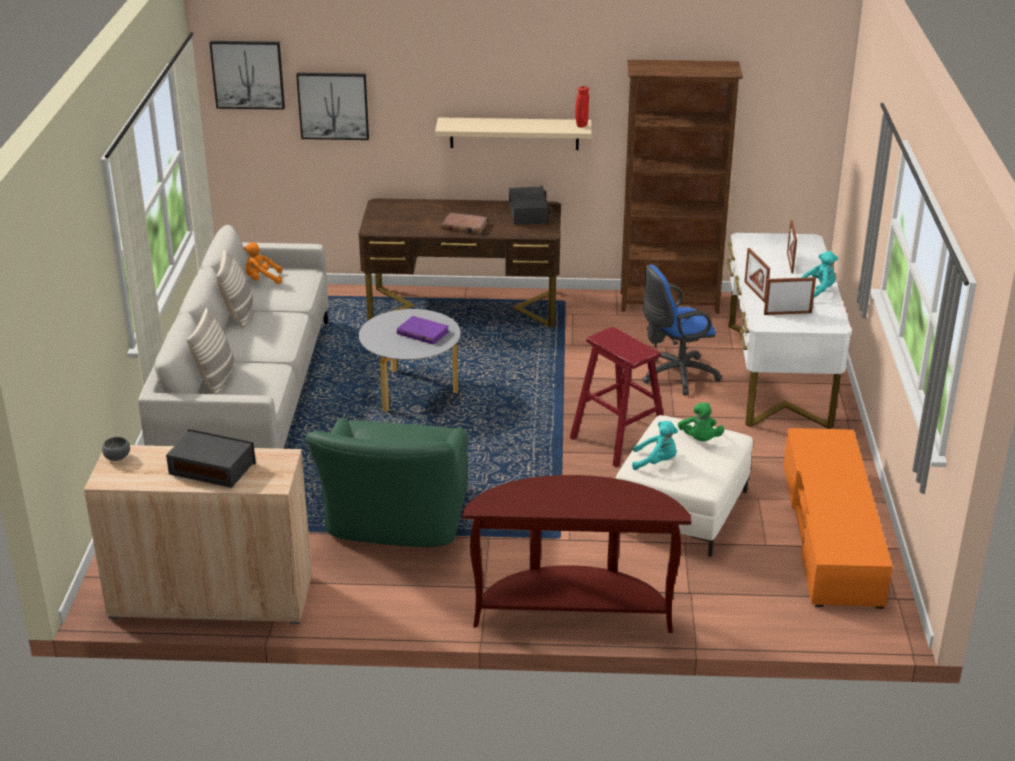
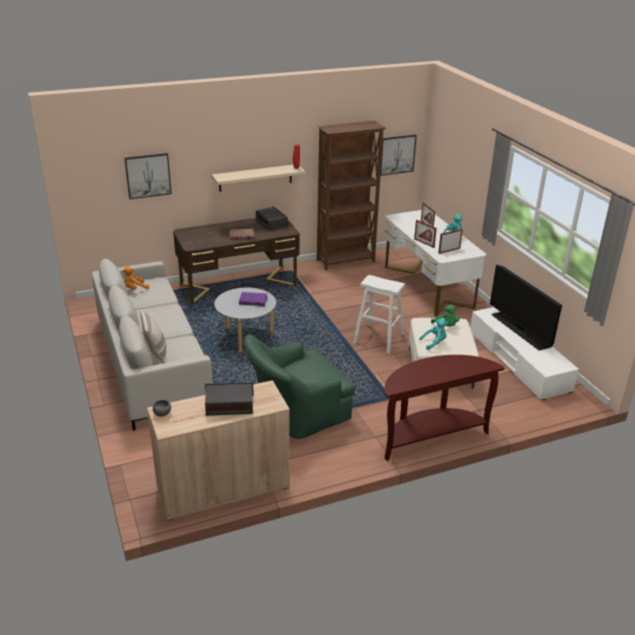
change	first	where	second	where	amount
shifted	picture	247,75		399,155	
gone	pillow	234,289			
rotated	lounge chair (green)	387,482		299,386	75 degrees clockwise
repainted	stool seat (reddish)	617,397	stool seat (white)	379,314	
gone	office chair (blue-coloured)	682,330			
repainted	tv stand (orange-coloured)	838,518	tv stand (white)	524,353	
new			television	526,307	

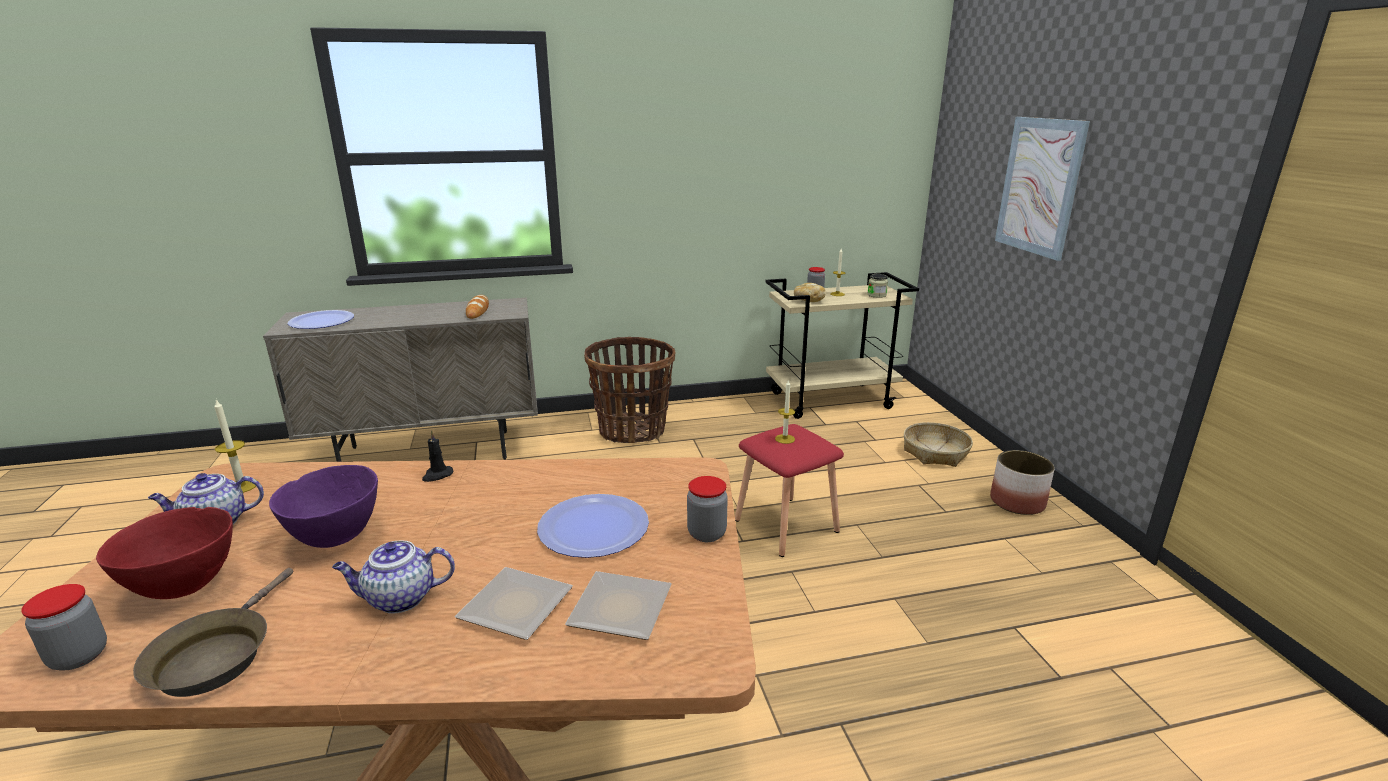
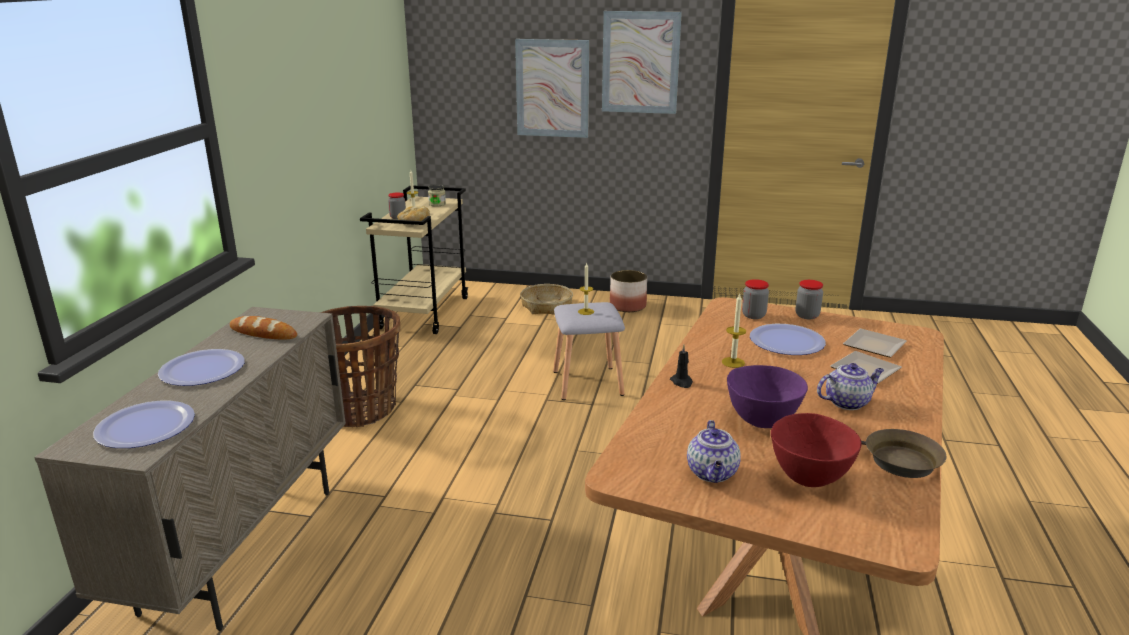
change	first	where	second	where	amount
shifted	preserve jar	64,627		755,299	
shifted	wax candle	236,446		734,331	
rotated	teapot	393,577		850,386	120 degrees counterclockwise
repainted	stool seat (reddish)	789,490	stool seat (grey)	589,351	
new			plate	201,367	
new			picture	642,62	

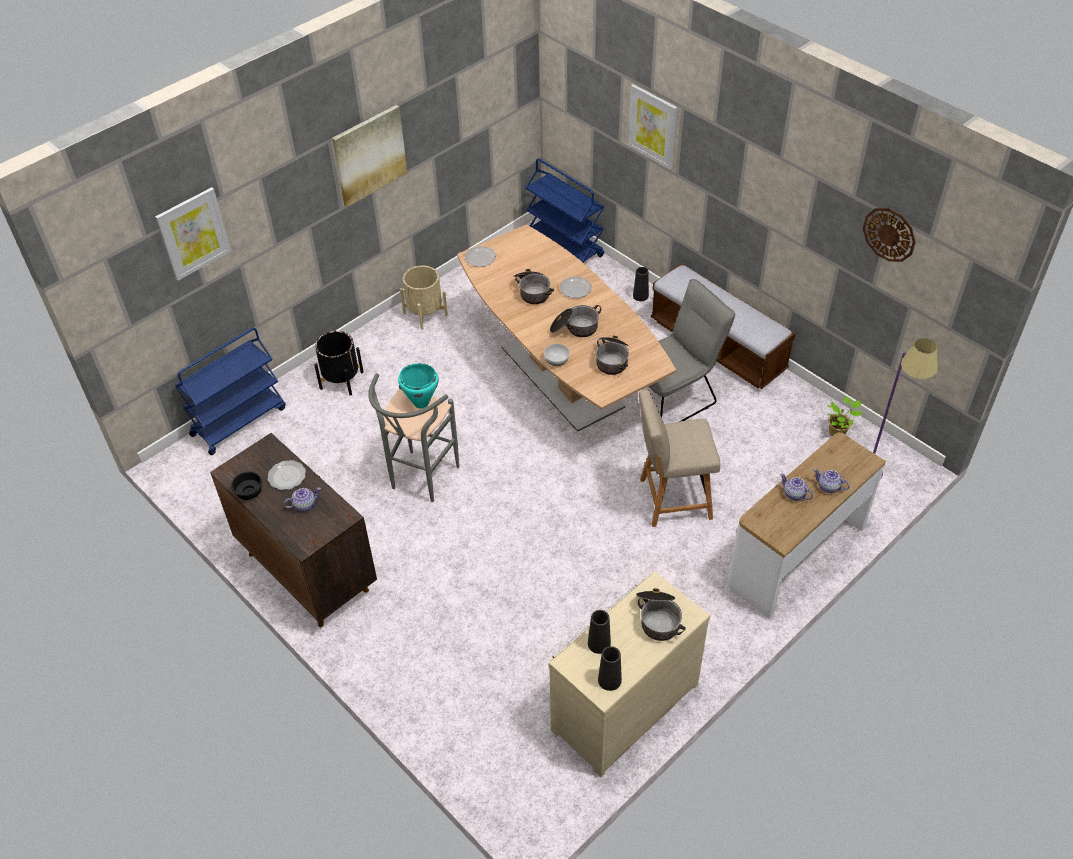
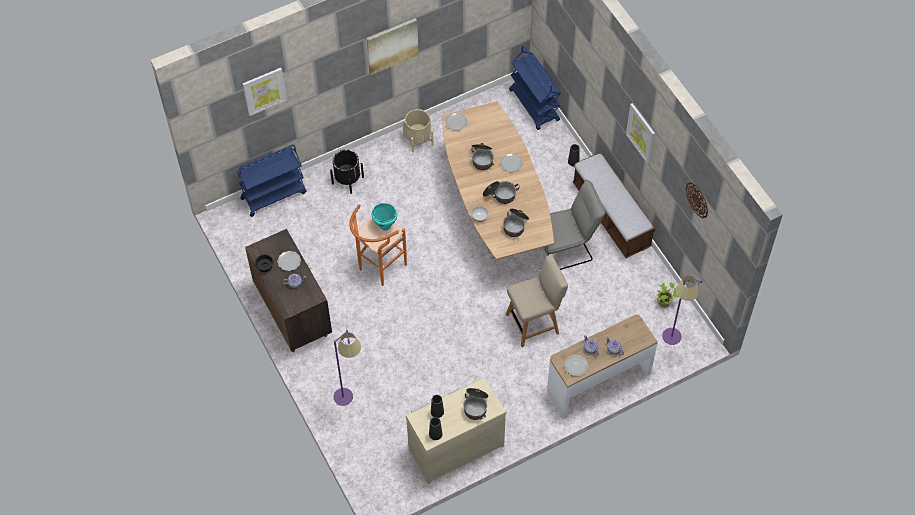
change	first	where	second	where	amount
repainted	stool seat (grey)	413,437	stool seat (orange-coloured)	378,245	
shifted	picture	652,126		640,133	
rotated	upright chair (beige)	679,458		537,300	150 degrees clockwise
new			floor lamp (purple)	347,368	
new			plate	576,365	

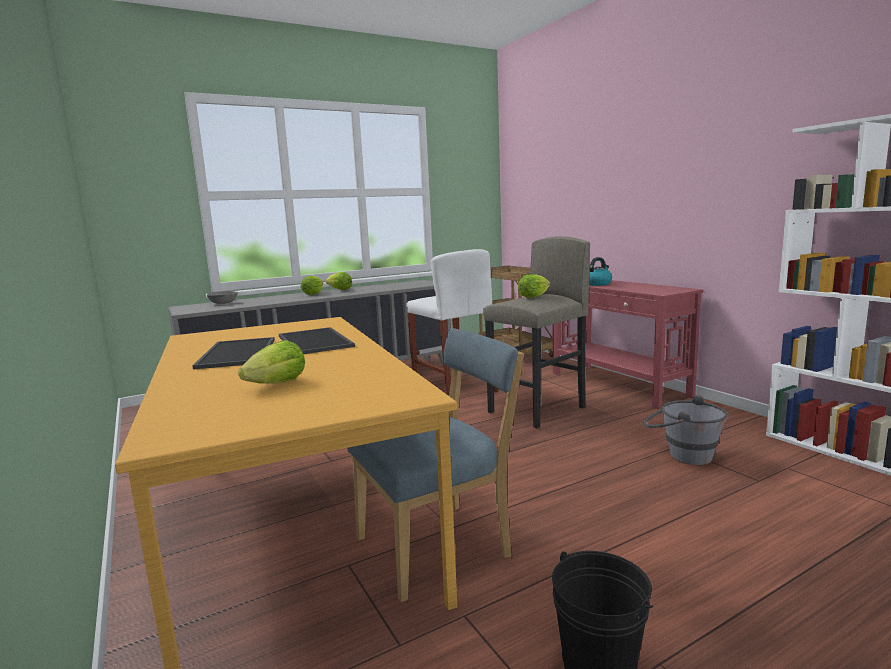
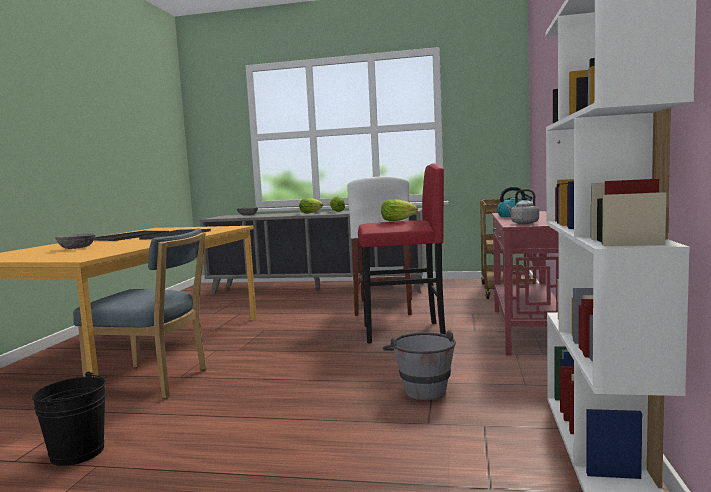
change	first	where	second	where	amount
swapped	lettuce head	271,362	serving bowl (grey)	75,241	
repainted	stool seat (grey)	536,332	stool seat (reddish)	402,253	
new			water kettle (grey)	522,206	

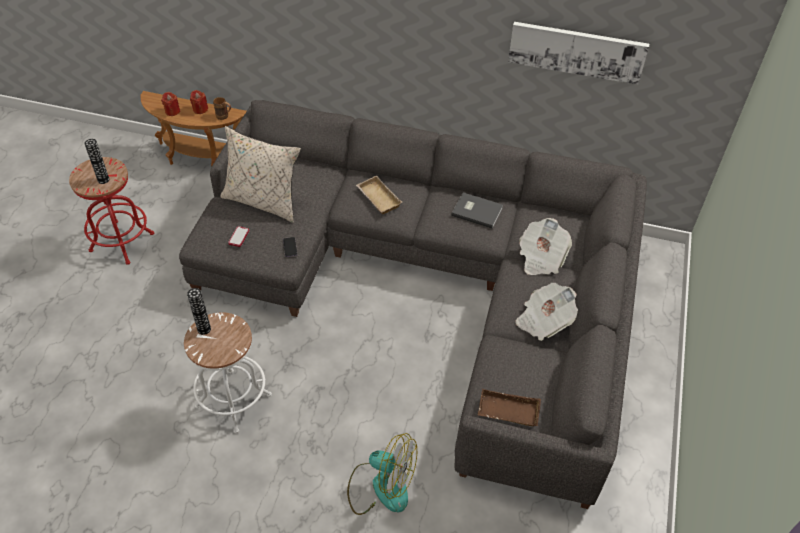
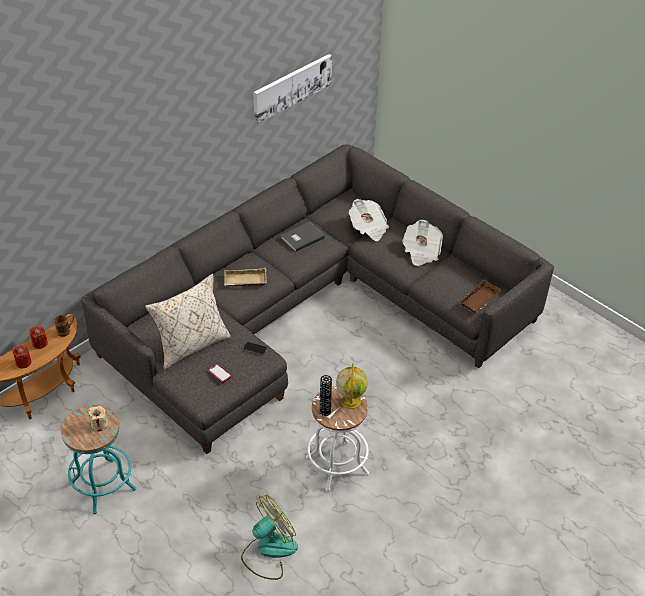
change	first	where	second	where	amount
repainted	stool seat (reddish)	111,211	stool seat (turquoise-coloured)	98,459	
swapped	vase	97,161	wax candle (beige)	98,418	
shifted	cooling fan	382,474		269,537	
new			desk globe	352,386	

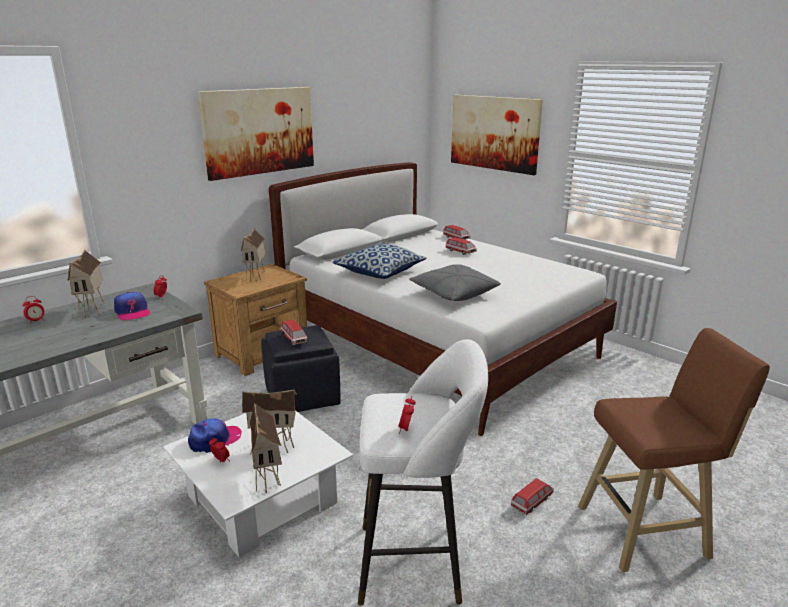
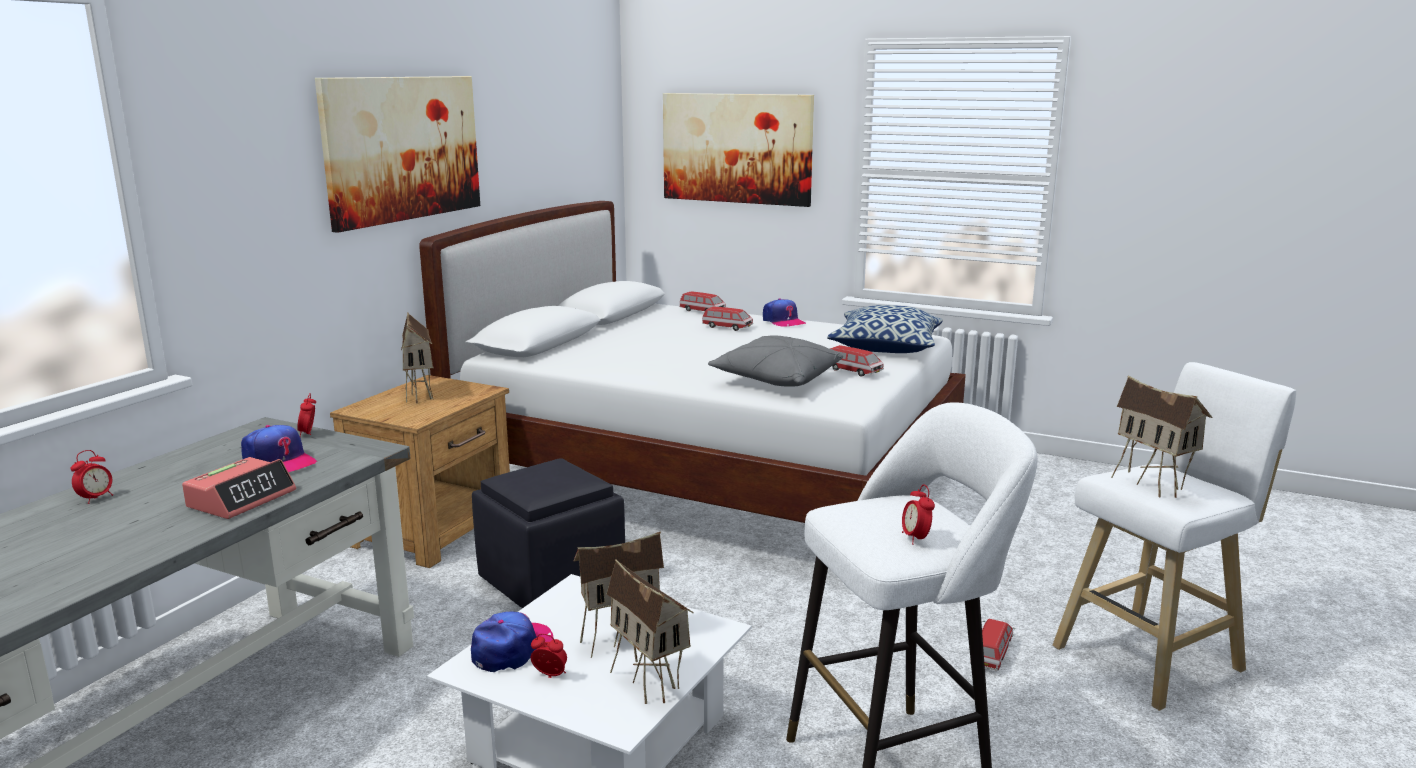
change	first	where	second	where	amount
shifted	miniature house	86,284		1162,437	
shifted	model car	294,332		857,361	
shifted	pillow	379,261		885,329	
repainted	stool seat (brownish)	674,450	stool seat (white)	1174,536	
new			bedside clock	239,488	
new			baseball cap	784,312	

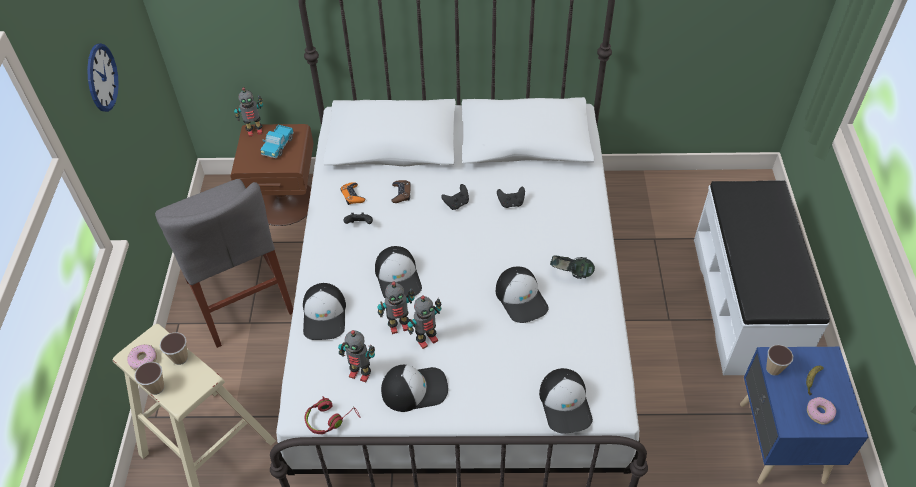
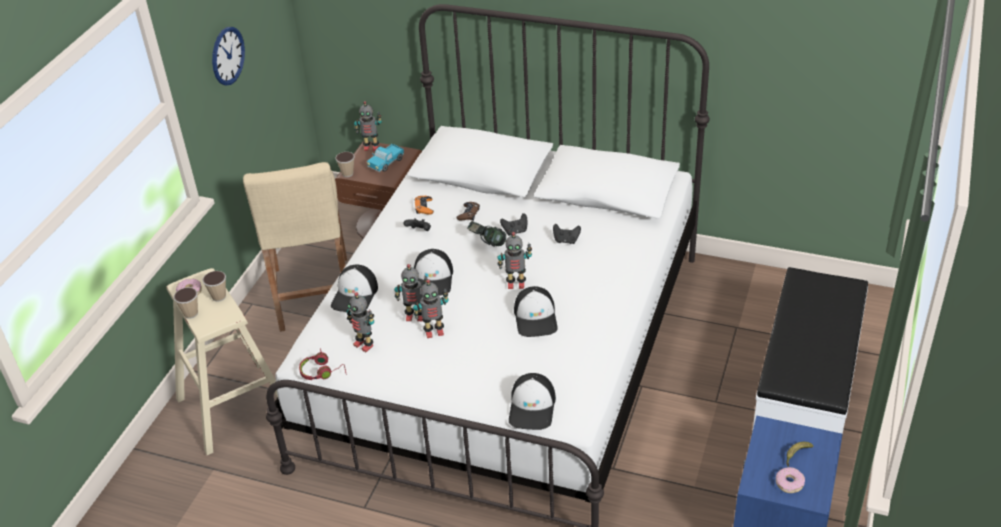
change	first	where	second	where	amount
swapped	upright chair (grey)	224,263	stool seat (beige)	295,247	
gone	baseball cap	414,388			
shifted	pair of headphones	572,267		486,234	
shifted	drinking cup	779,360		345,164	
new			robot figure	514,260	

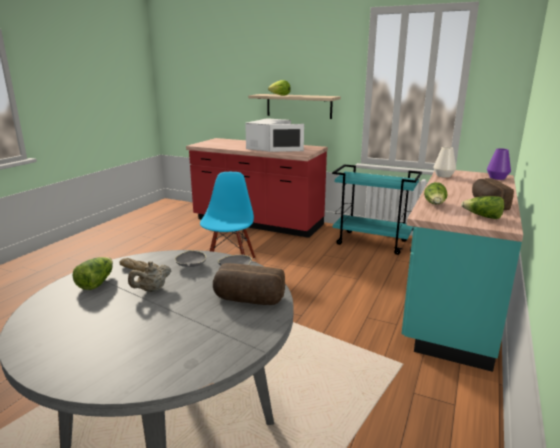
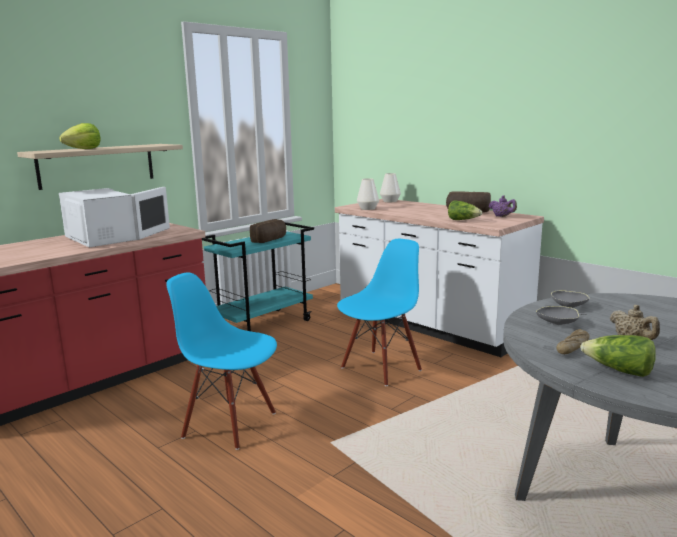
change	first	where	second	where	amount
shifted	baked bread	249,284		268,231	
repainted	counter (turquoise-coloured)	462,271	counter (white)	439,278	
swapped	lettuce head	482,207	teapot (purple)	503,206	
repainted	vase (purple)	499,164	vase (white)	390,187	
new			upright chair (blue-coloured)	379,312	

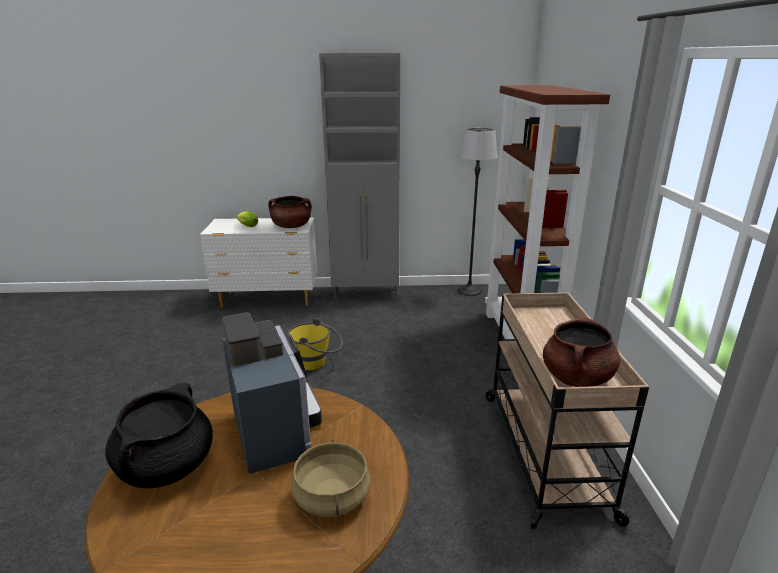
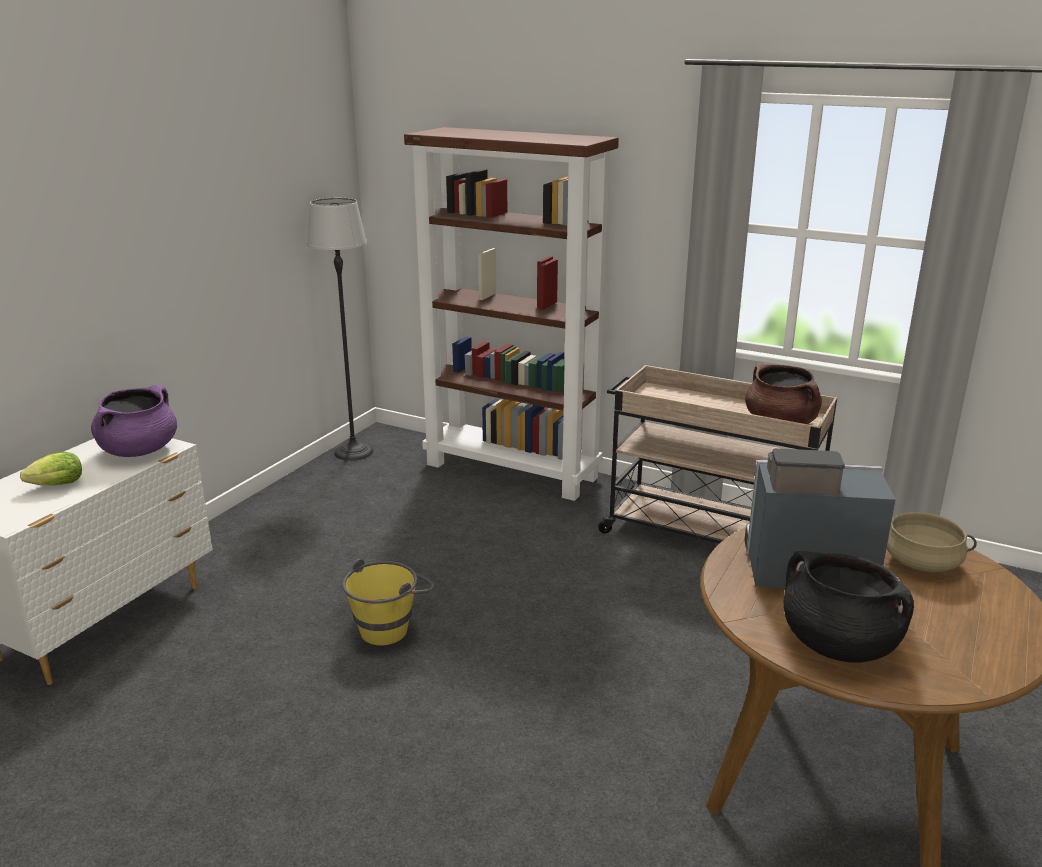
change	first	where	second	where	amount
repainted	saucepot (brownish)	290,212	saucepot (purple)	134,421	
gone	cabinet (grey)	359,176			

